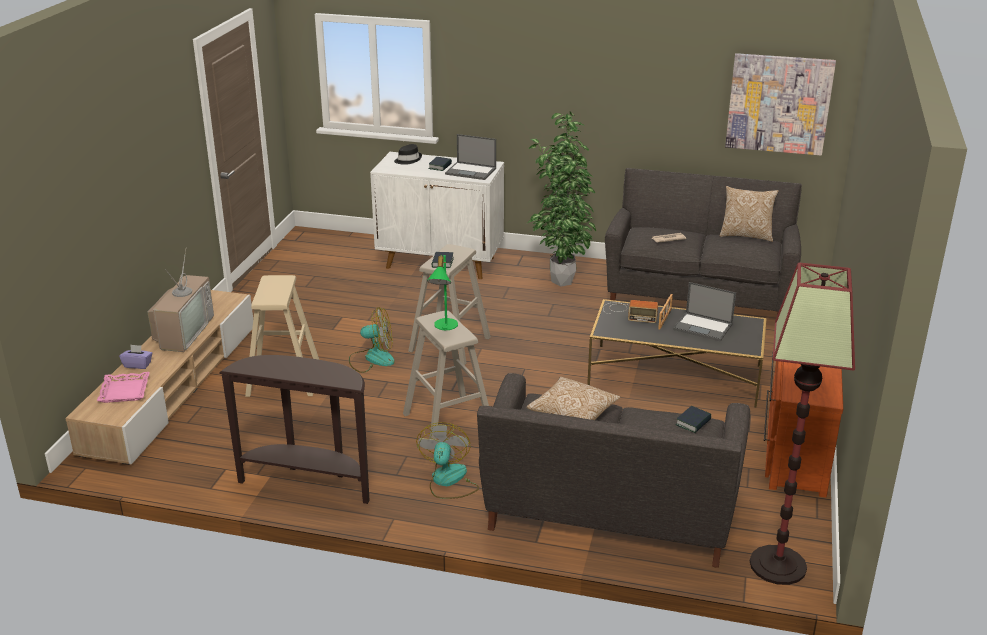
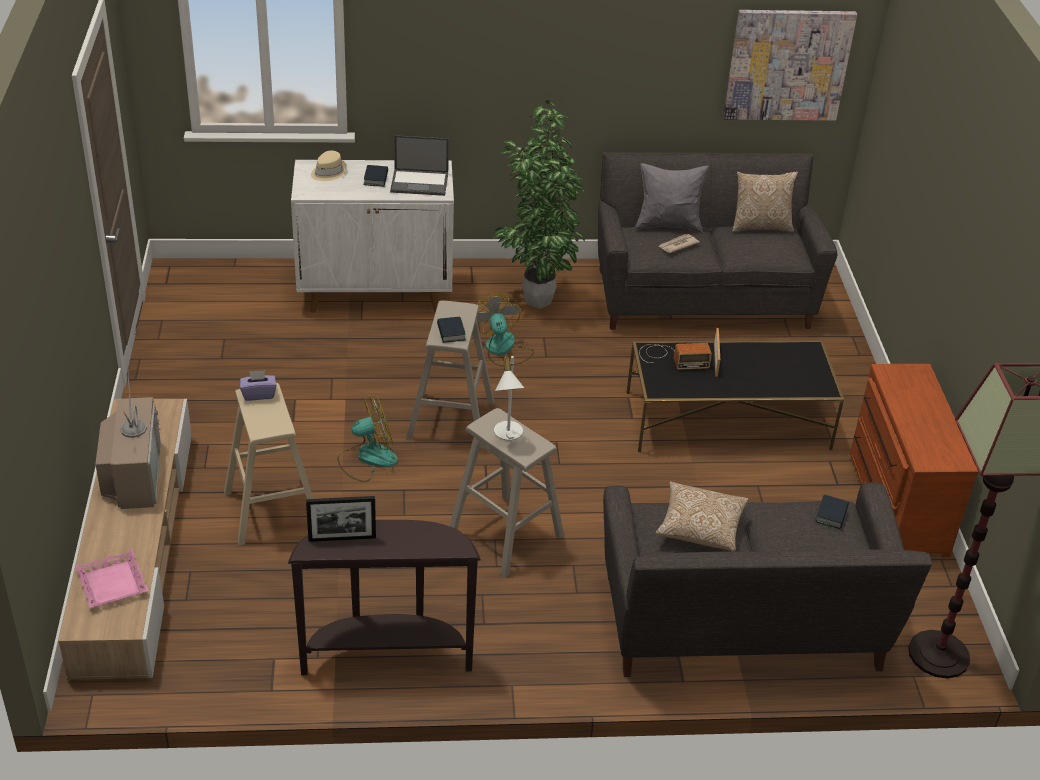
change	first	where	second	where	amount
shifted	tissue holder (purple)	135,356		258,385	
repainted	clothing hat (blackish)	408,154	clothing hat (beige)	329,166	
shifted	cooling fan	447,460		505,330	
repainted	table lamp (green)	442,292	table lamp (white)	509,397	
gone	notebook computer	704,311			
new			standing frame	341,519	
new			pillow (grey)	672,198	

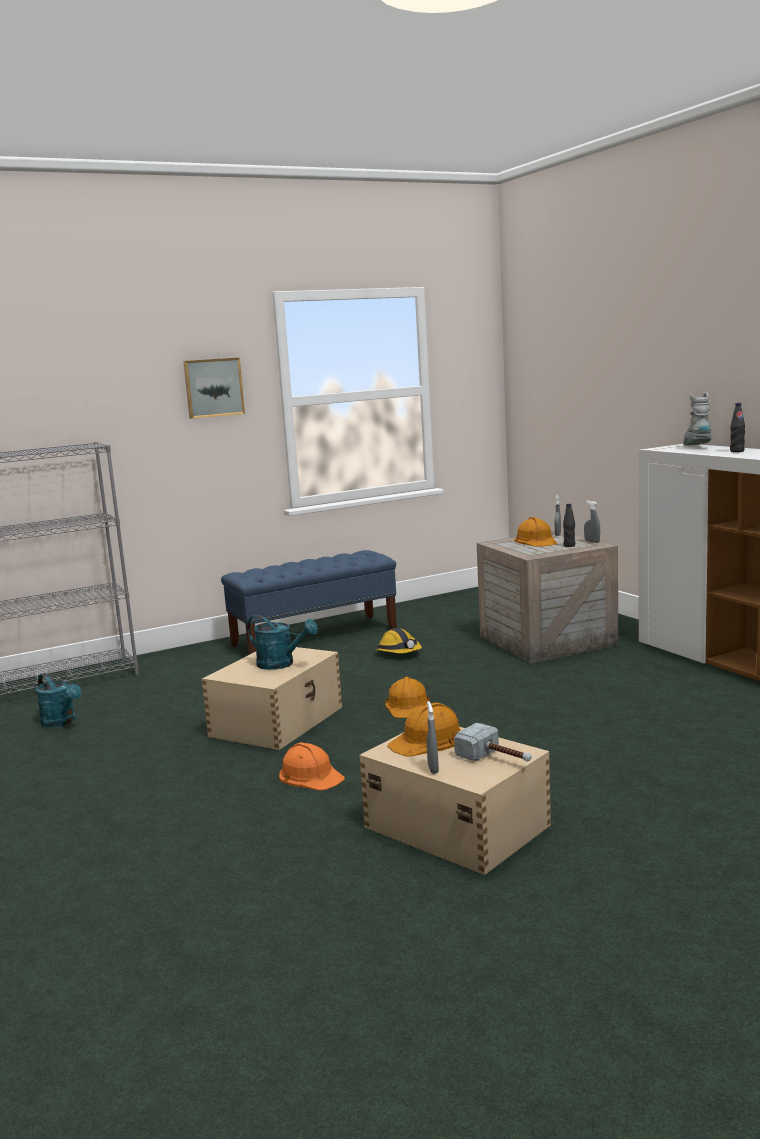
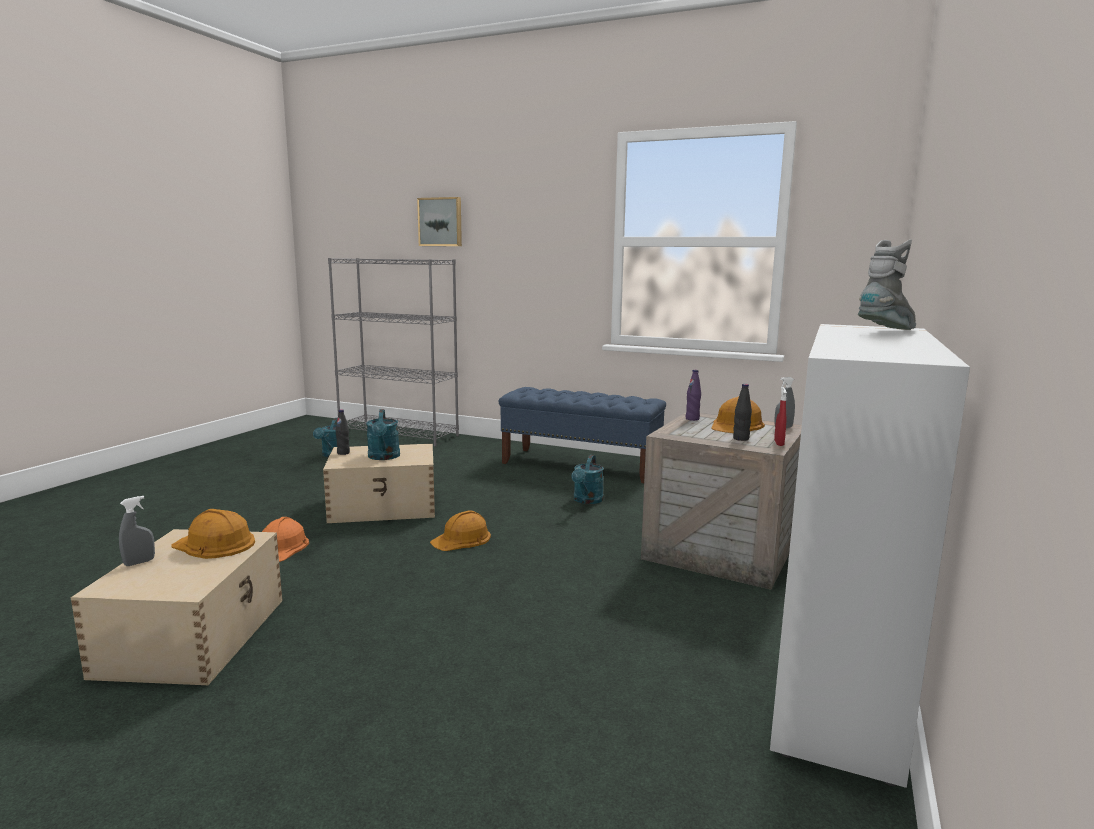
change	first	where	second	where	amount
shifted	picture	214,388		439,221	
swapped	work helmet	399,641	watering pot (turquoise-coloured)	587,479	
gone	tool hammer	493,742			
repainted	spray bottle (grey)	592,522	spray bottle (reddish)	780,416	
shifted	drink bottle (blackish)	737,427		343,432	
new			drink bottle (purple)	693,395	

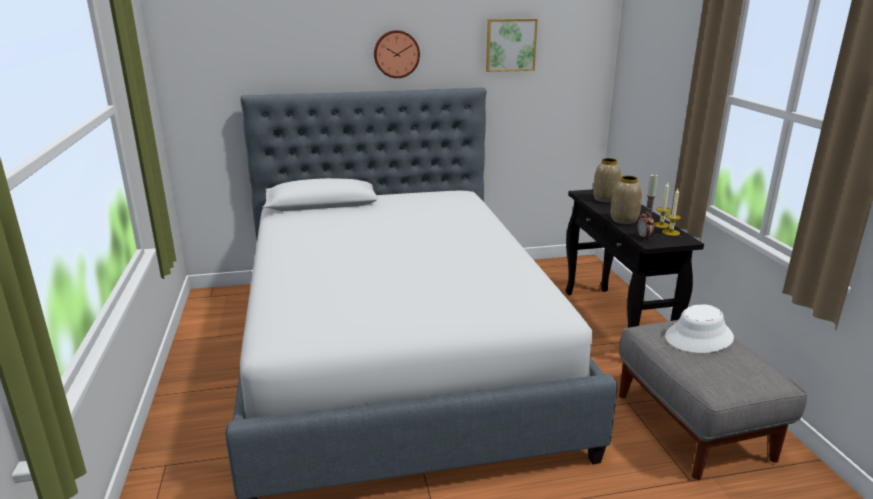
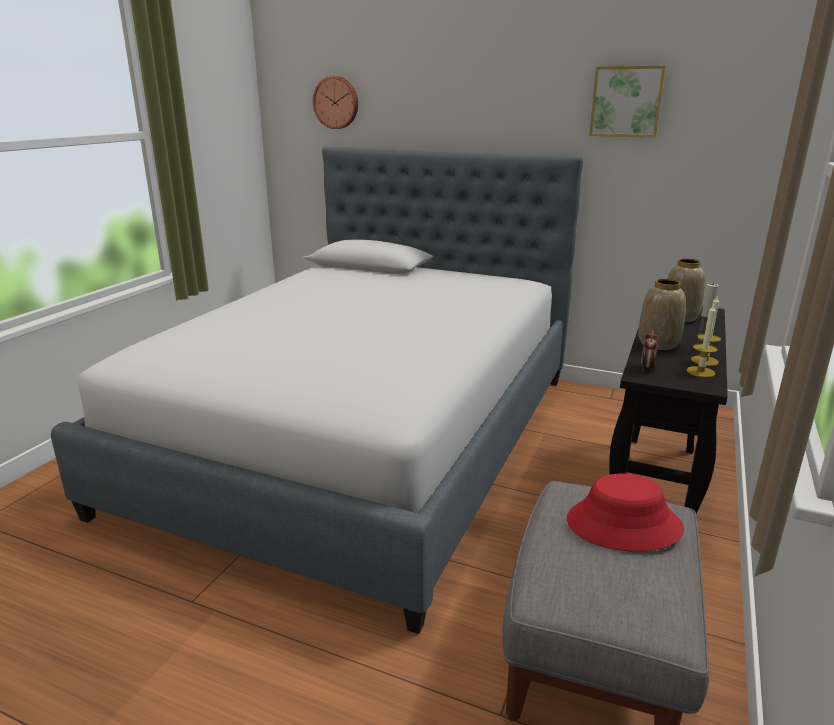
change	first	where	second	where	amount
shifted	hanging clock	397,54		335,102	
repainted	clothing hat (white)	699,328	clothing hat (reddish)	625,513	

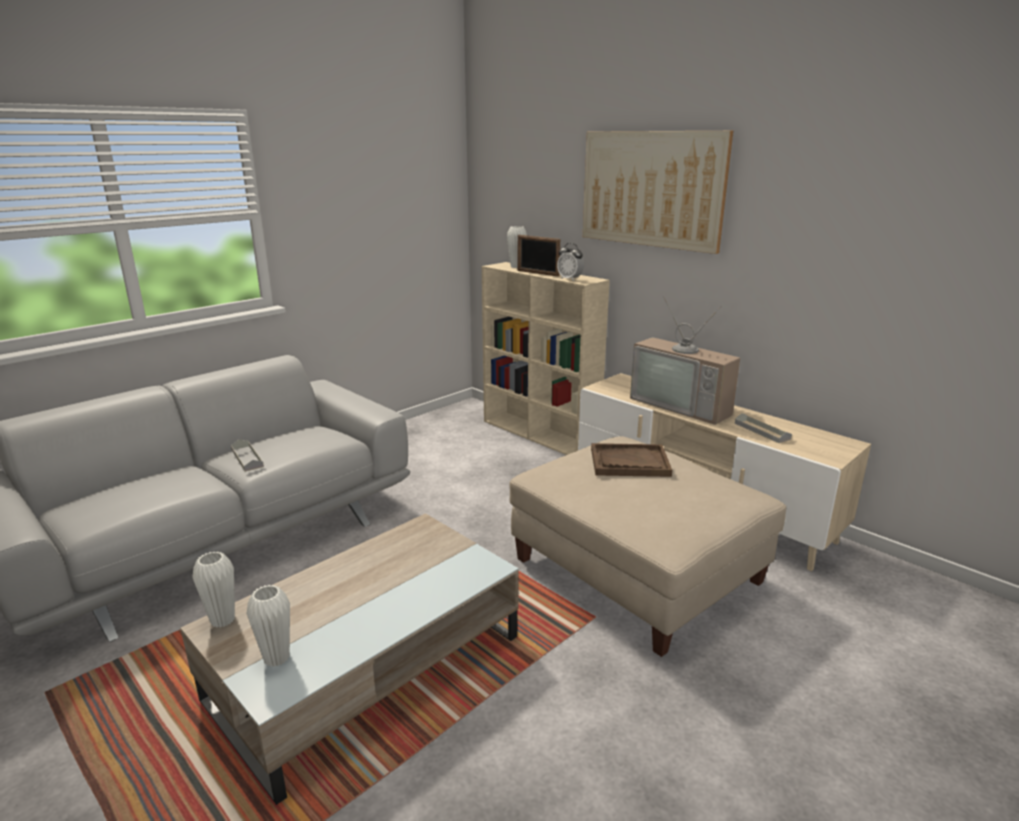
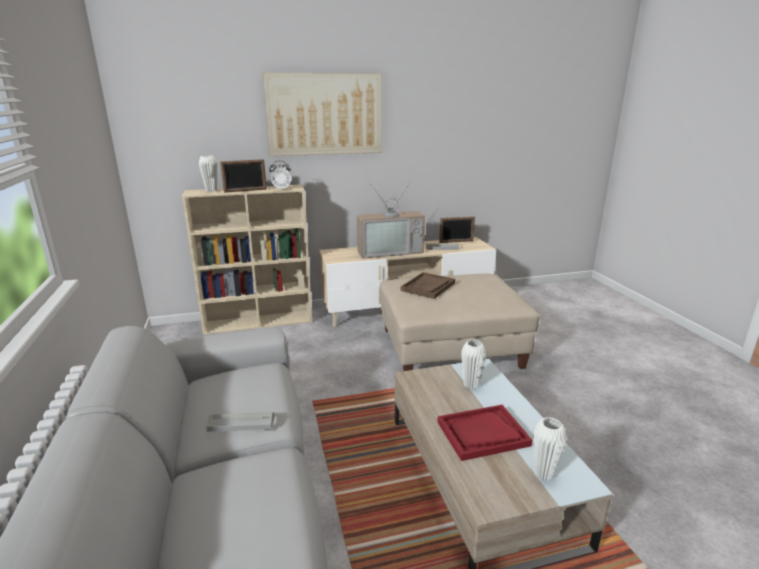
change	first	where	second	where	amount
shifted	vase (white)	213,590		473,364	
new			serving tray (reddish)	485,433	
new			standing frame	457,230	

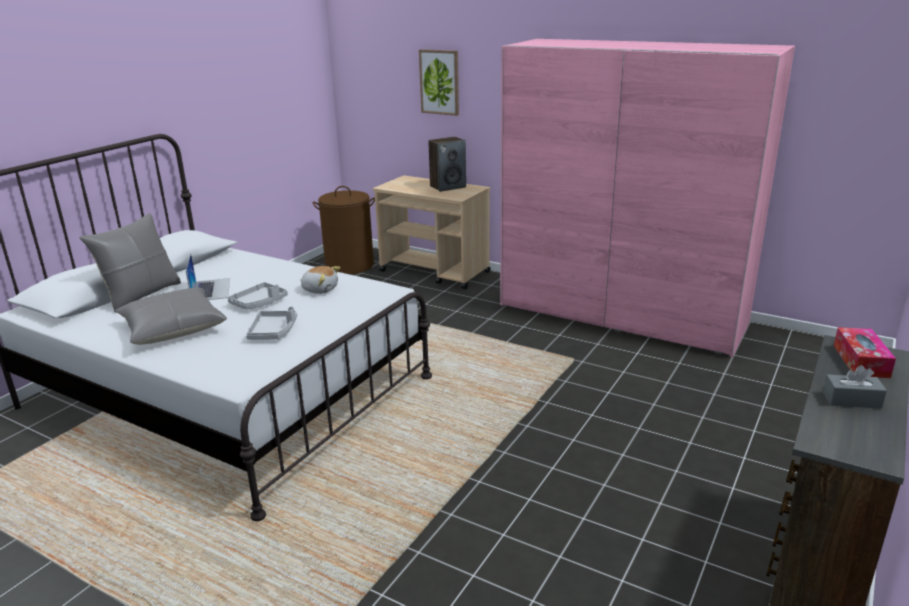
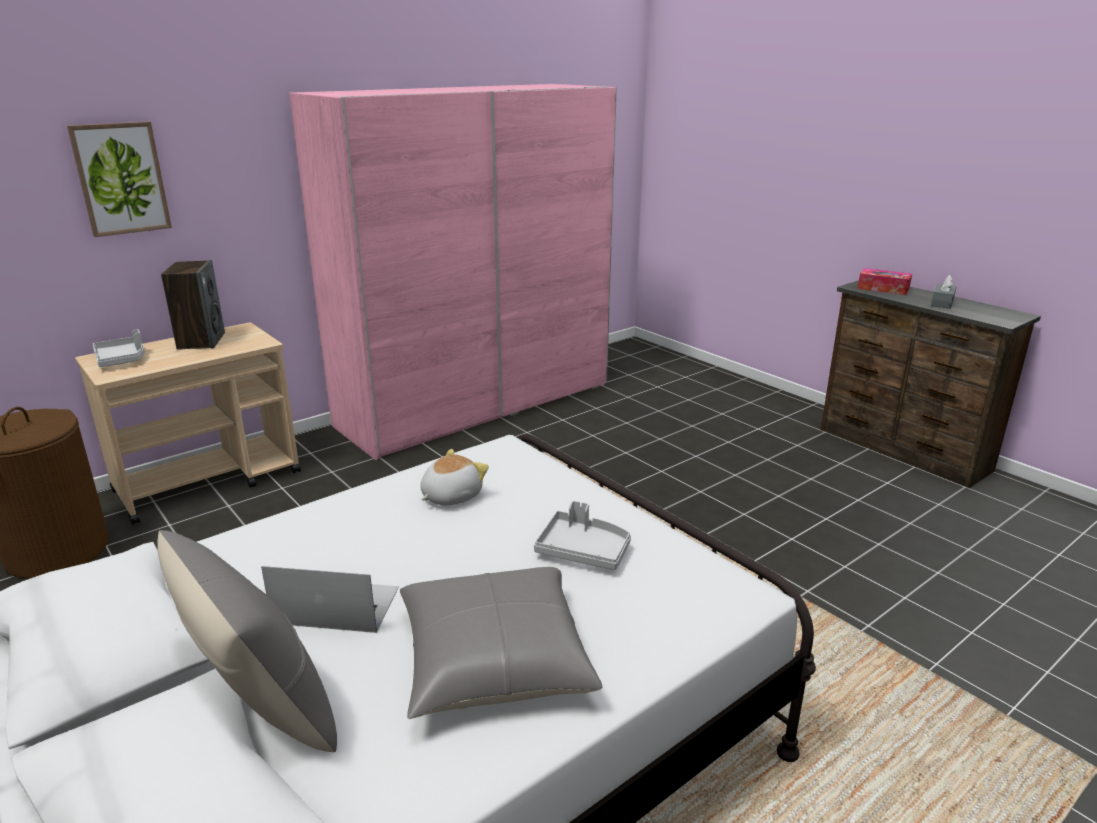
change	first	where	second	where	amount
shifted	serving tray (grey)	258,296		118,348	

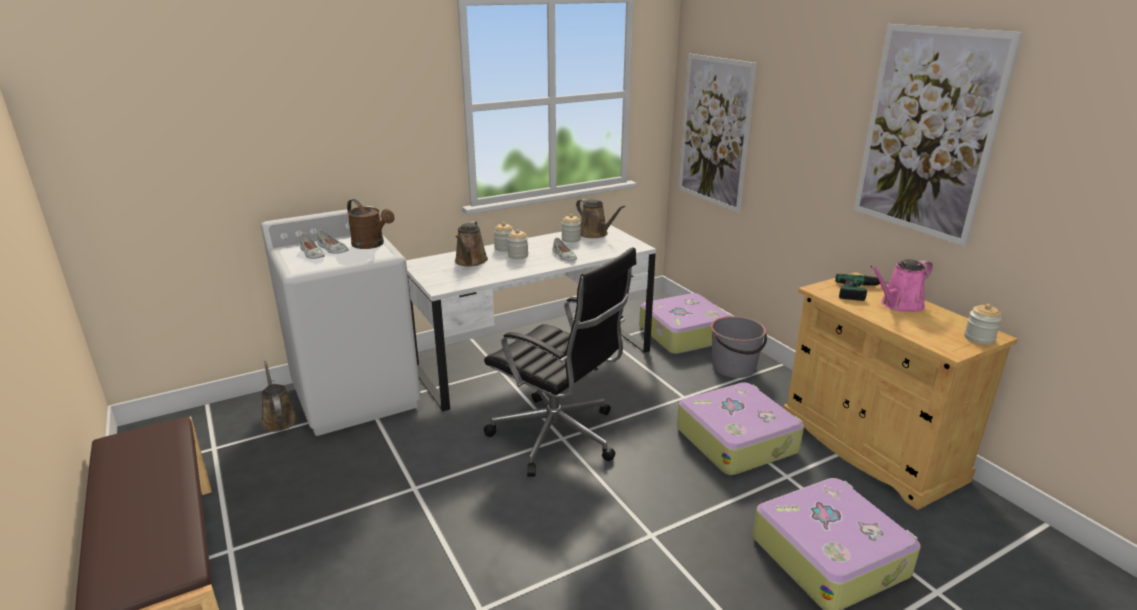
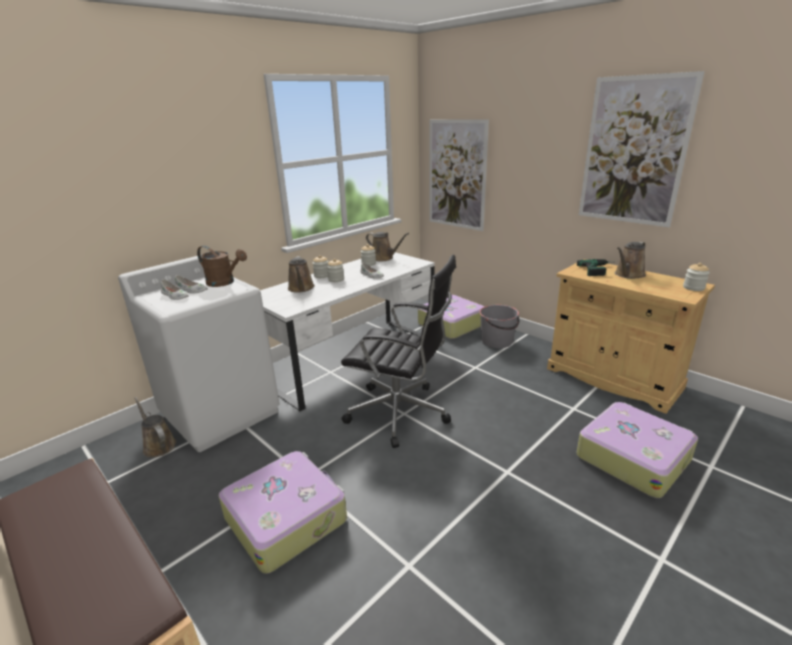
change	first	where	second	where	amount
shifted	travel case	740,428		283,512	
repainted	watering pot (pink-coloured)	901,285	watering pot (brownish)	630,260	

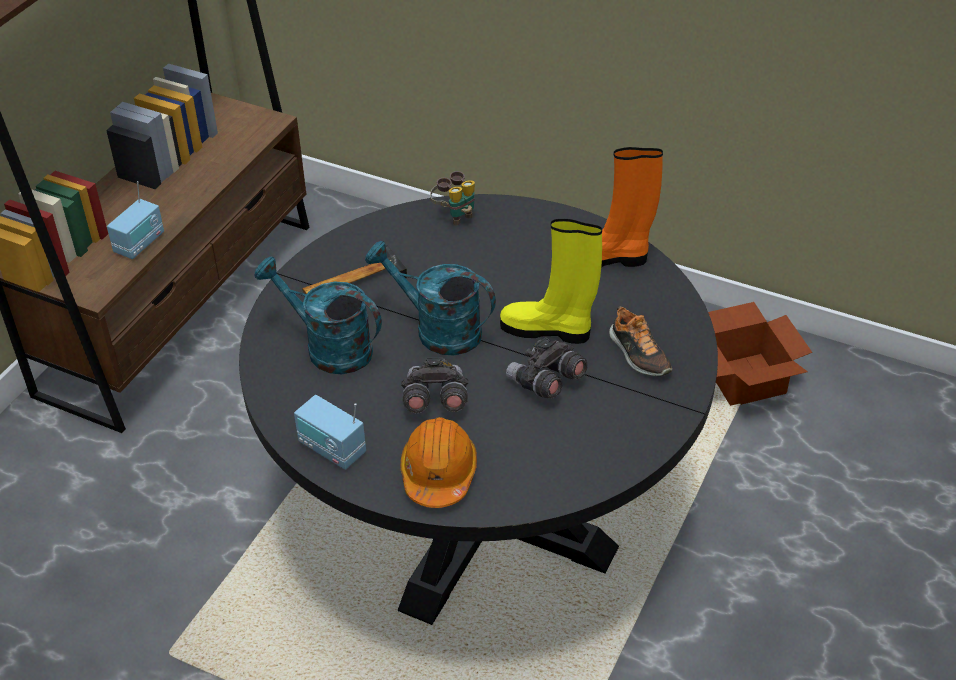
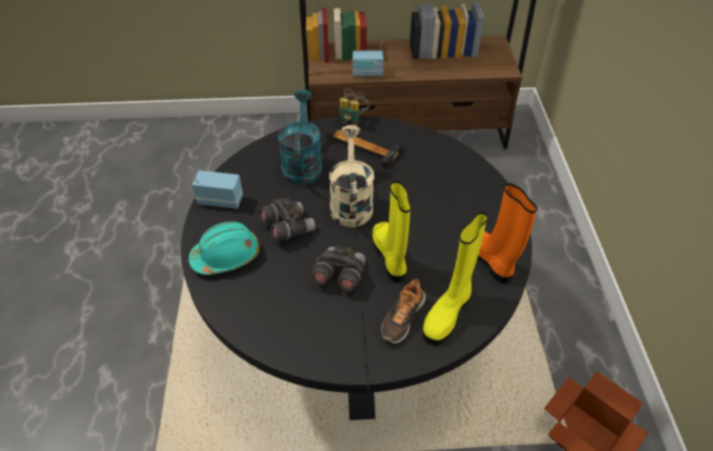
change	first	where	second	where	amount
rotated	radio set	330,432		216,188	90 degrees clockwise
repainted	watering pot (turquoise-coloured)	430,298	watering pot (beige)	352,176	
repainted	work helmet (orange-coloured)	438,462	work helmet (turquoise-coloured)	224,248	
shifted	pair of binoculars	452,198		354,108	
new			tall boot (yellow-coloured)	455,279	

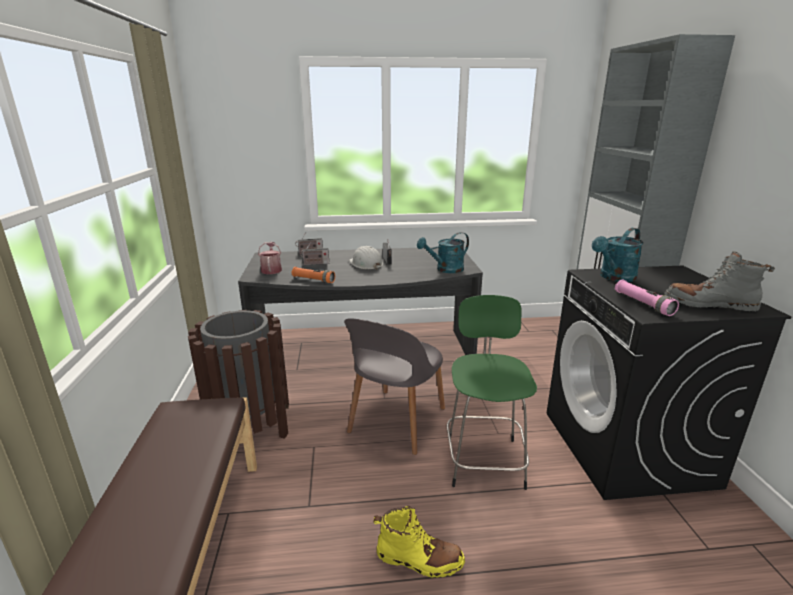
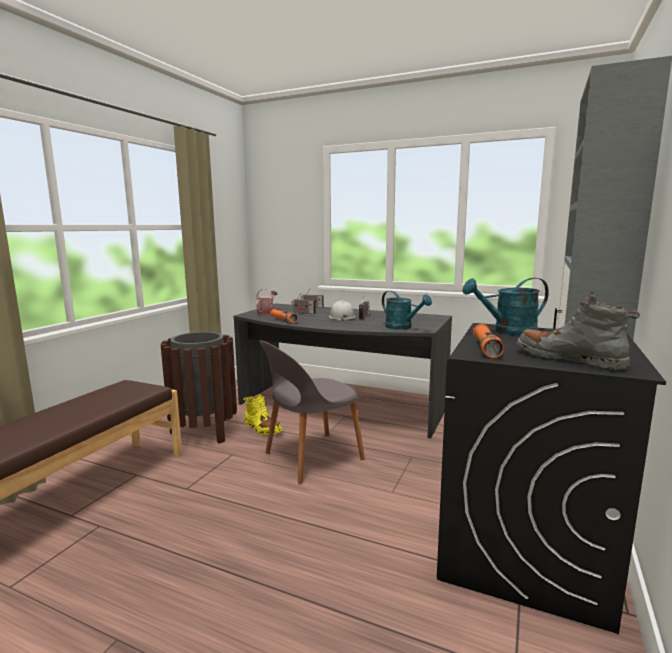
change	first	where	second	where	amount
shifted	tall boot (yellow-coloured)	419,542		263,414	
rotated	watering pot (turquoise-coloured)	443,252		407,310	135 degrees counterclockwise
gone	stool seat (green)	492,392			
repainted	hand torch (pink-coloured)	647,297	hand torch (orange-coloured)	488,341	

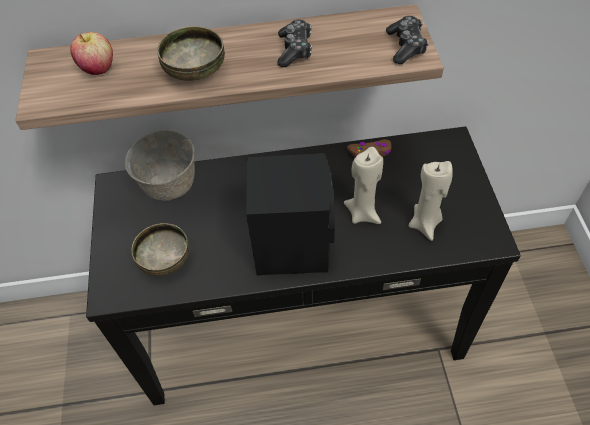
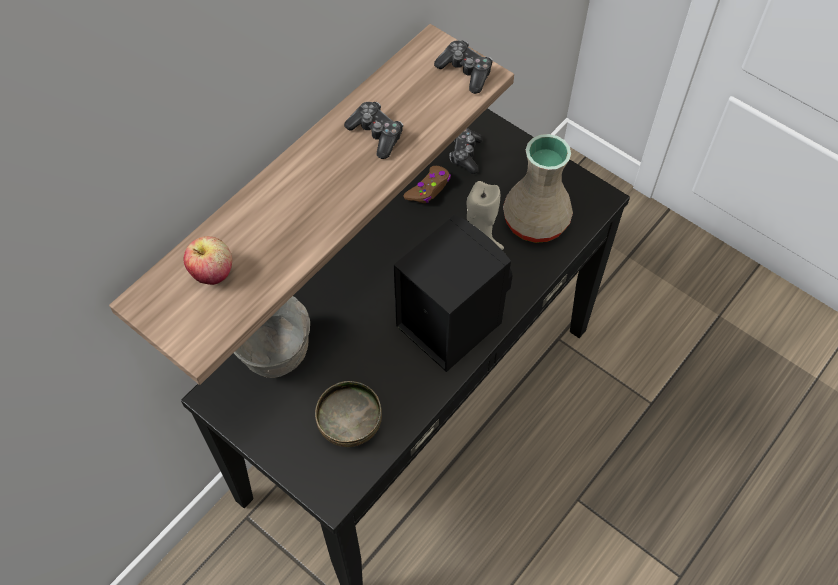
change	first	where	second	where	amount
gone	serving bowl	191,53			
swapped	wax candle (beige)	431,201	vase (beige)	538,188	
new			gamepad	466,151	

